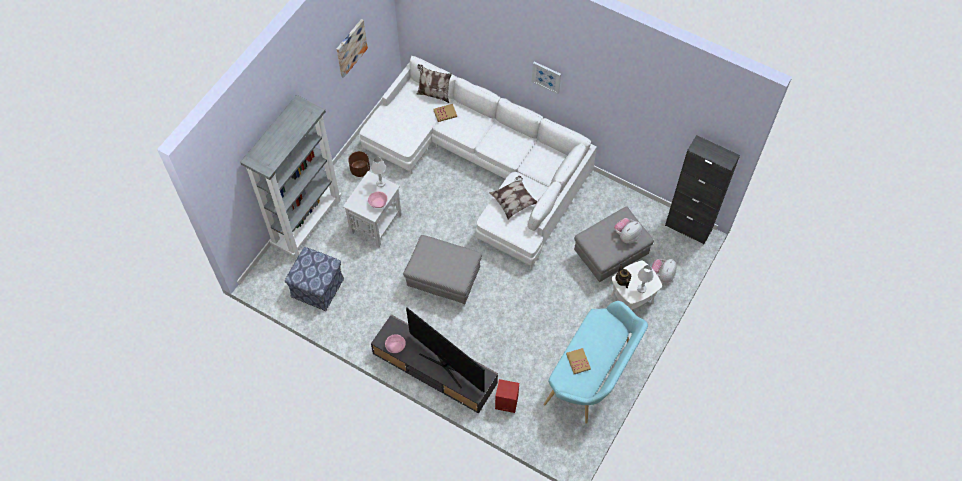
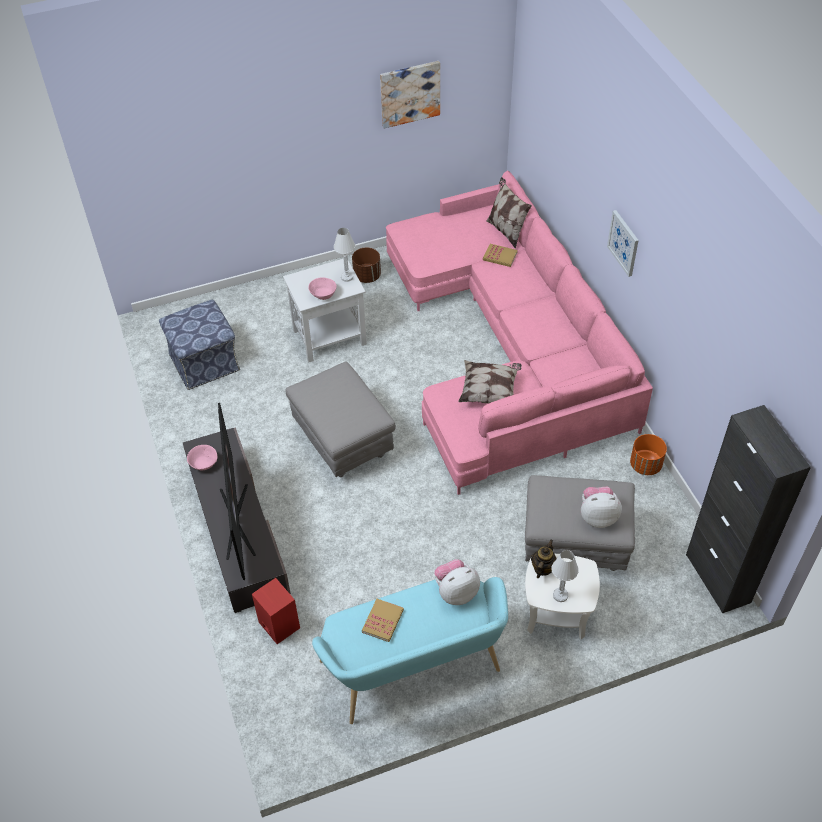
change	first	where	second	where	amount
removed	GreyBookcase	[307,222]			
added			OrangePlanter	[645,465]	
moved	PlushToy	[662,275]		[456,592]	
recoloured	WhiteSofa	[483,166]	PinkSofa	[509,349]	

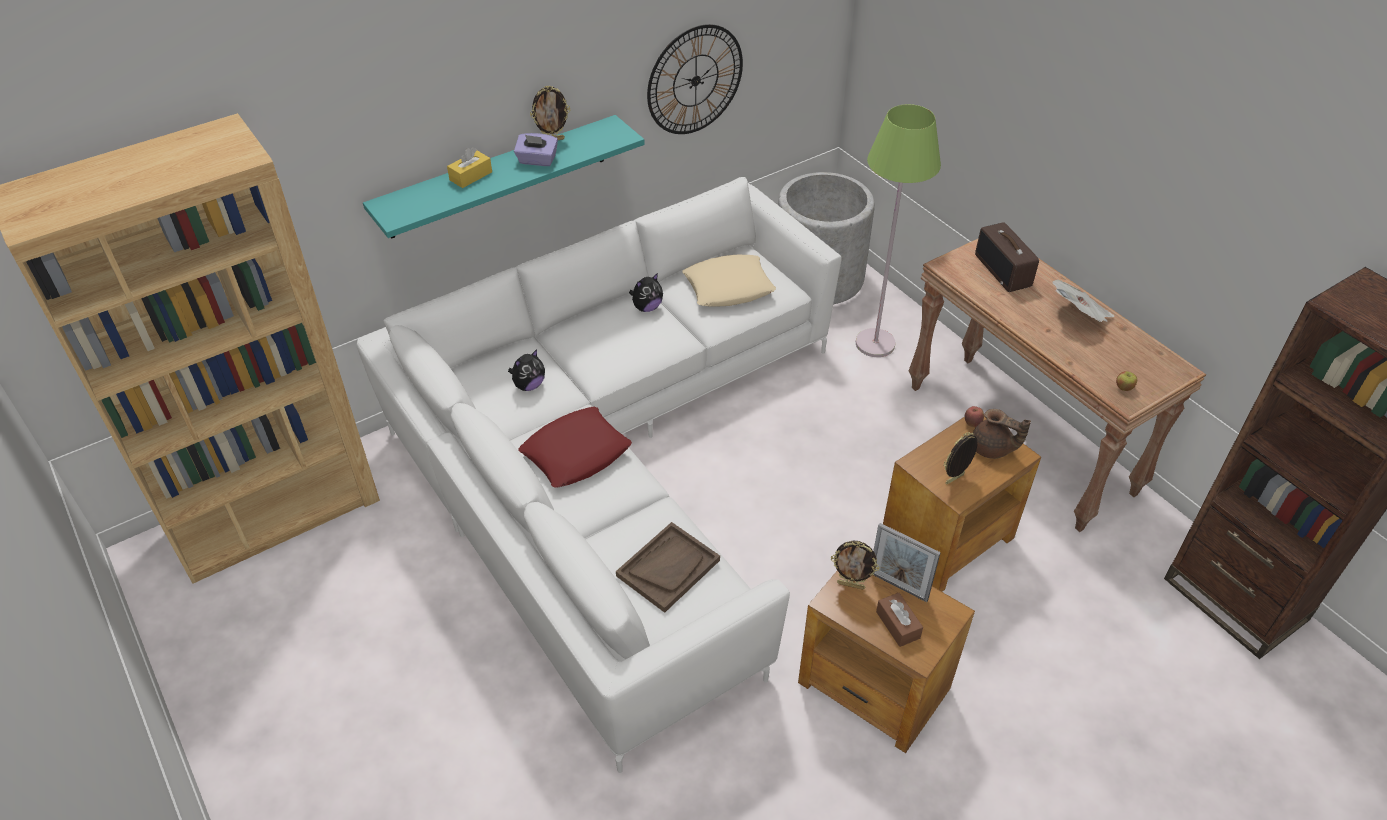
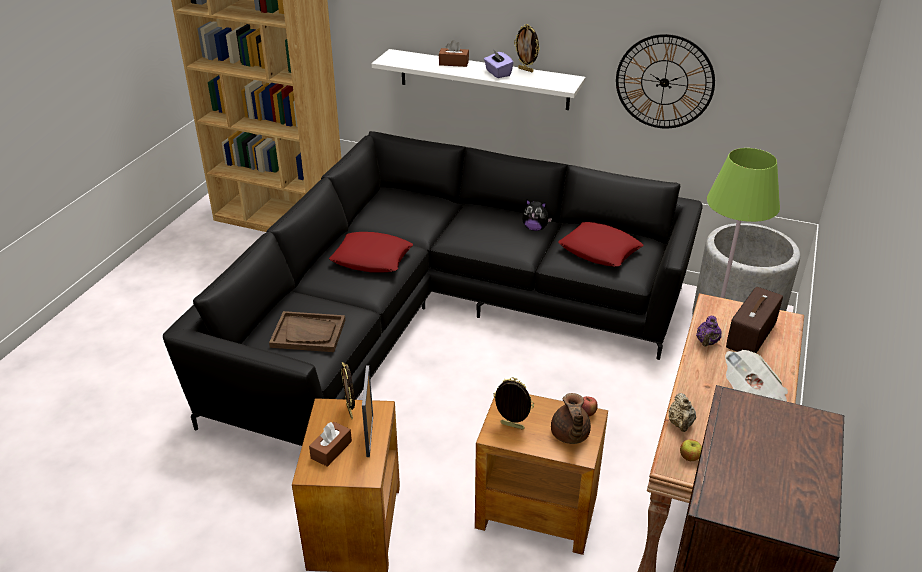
change	first	where	second	where	amount
removed	PlushToy	[529,385]			
added			BeigeTeapot	[680,424]	
added			PurpleTeapot	[707,342]	
recoloured	WhiteSofa	[612,466]	BlackSofa	[434,313]	
recoloured	TurquoiseShelf	[498,177]	WhiteShelf	[483,79]	
recoloured	YellowTissueBox	[471,176]	BrownTissueBox	[453,63]	
recoloured	BeigePillow	[728,287]	RedPillow	[599,250]	

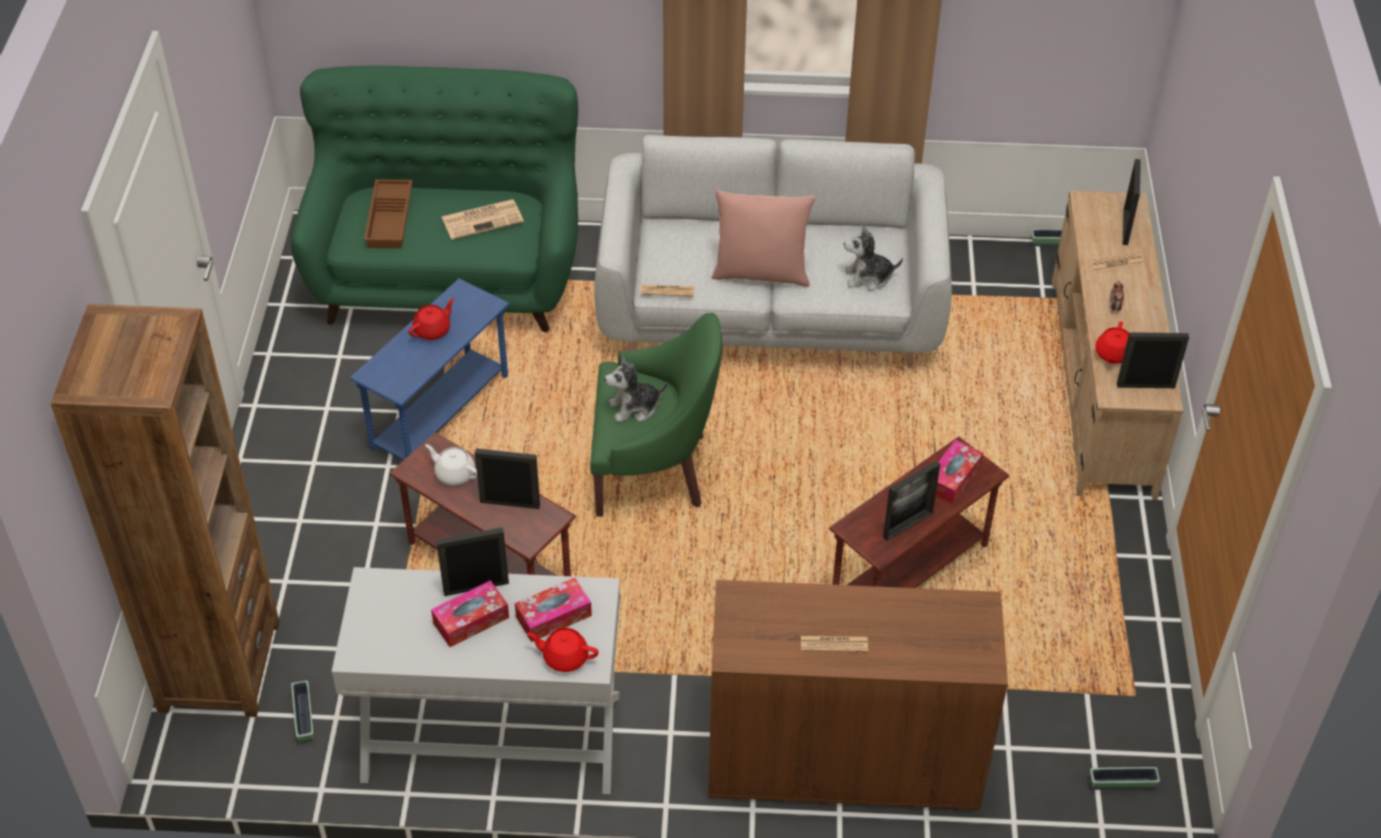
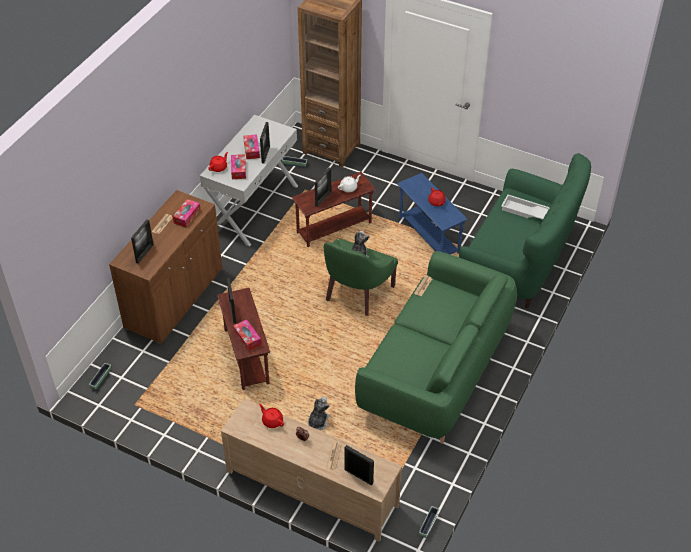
change	first	where	second	where	amount
removed	Newspaper	[483,219]			
removed	PinkPillow	[761,273]			
added			TissueBox	[187,216]	
moved	PlushToy	[868,278]		[318,421]	
moved	PictureFrame	[1145,385]		[144,253]	
recoloured	BrownTray	[391,219]	WhiteTray	[524,211]	
recoloured	GreySofa	[770,312]	GreenSofa	[435,371]	

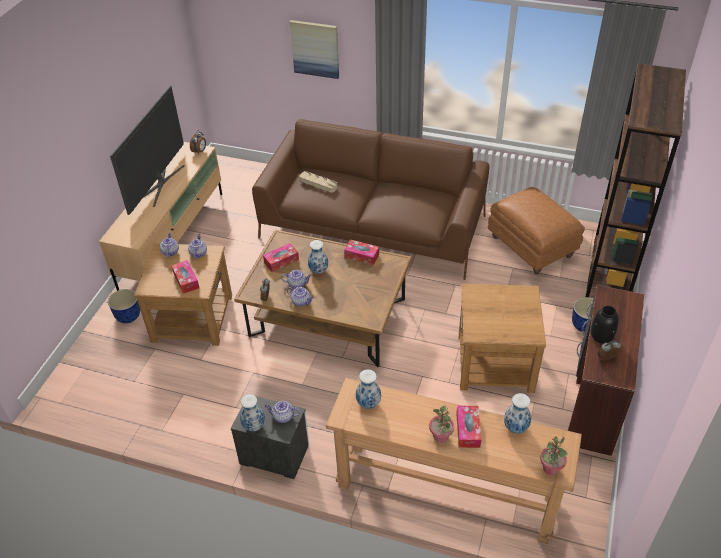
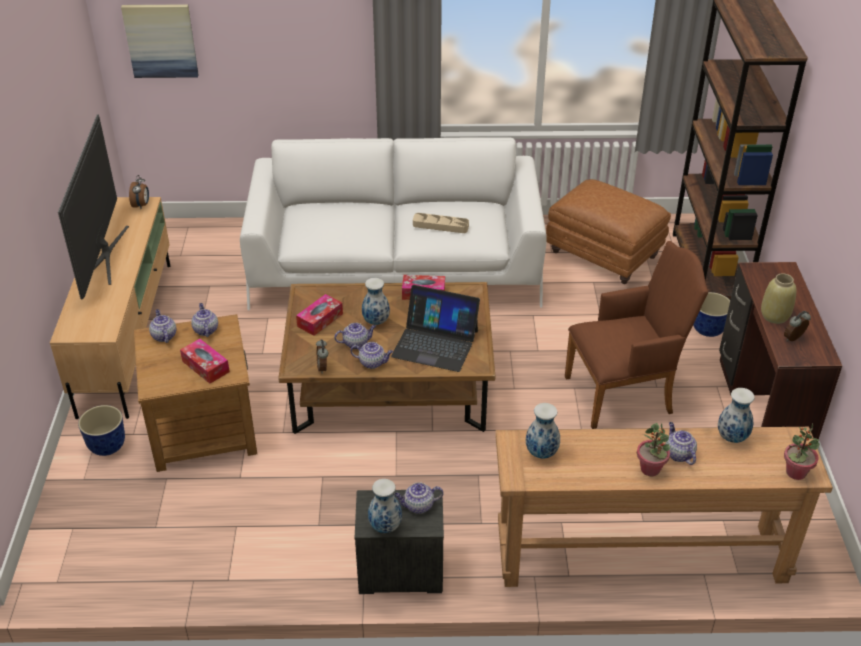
change	first	where	second	where	amount
added			Laptop	[435,343]	
moved	Picture	[315,49]		[161,40]	
moved	BeigeTray	[318,183]		[440,226]	
replaced	TissueBox	[468,430]	Teapot	[678,454]	
replaced	BrownSideTable	[495,362]	BrownArmchair	[625,393]	
recoloured	BrownSofa	[373,226]	WhiteSofa	[395,268]	
recoloured	BlackVase	[601,336]	BeigeVase	[775,316]	

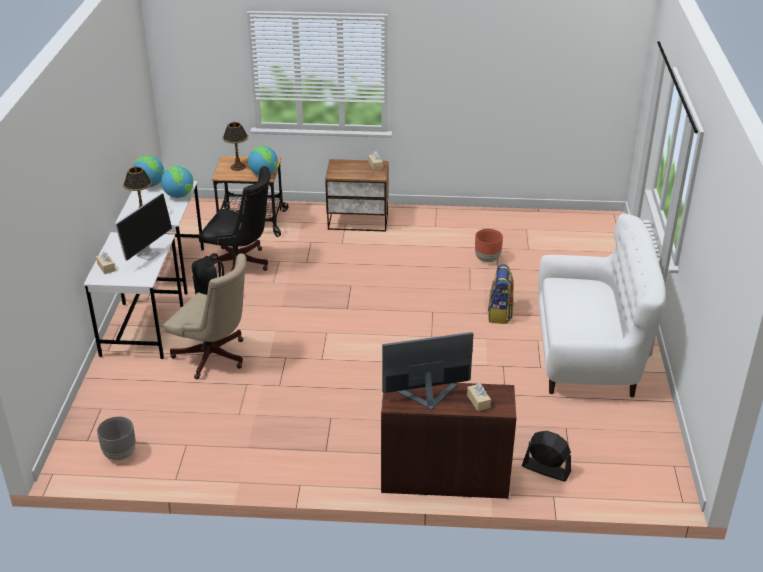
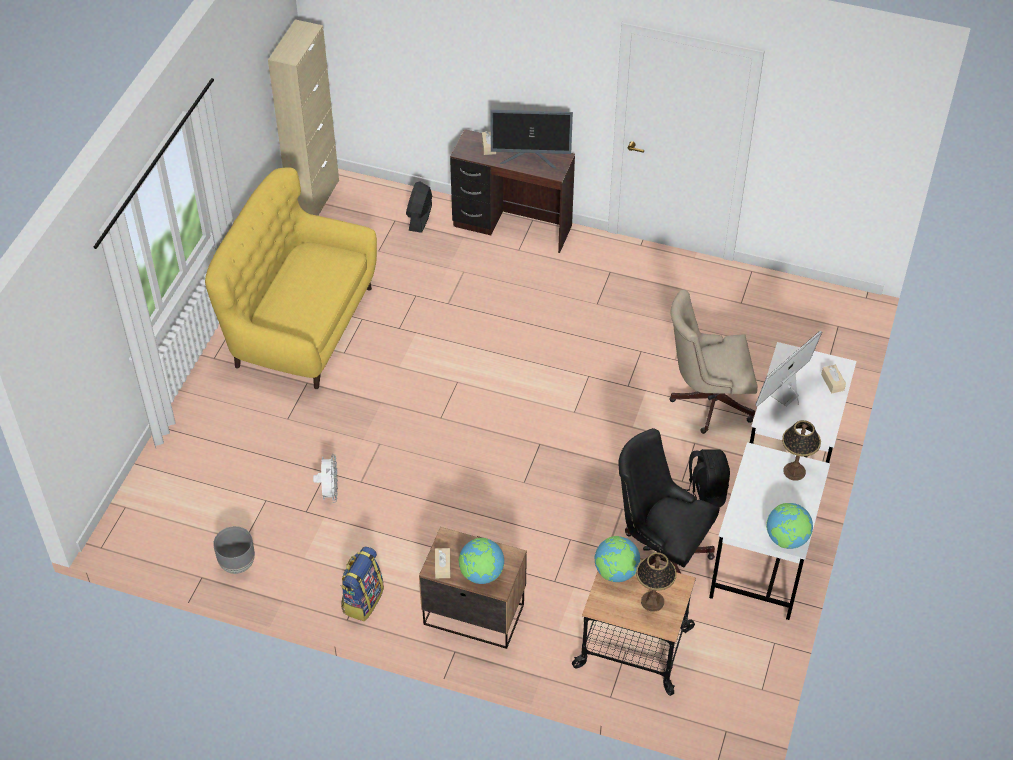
change	first	where	second	where	amount
added			BeigeCabinet	[314,197]	
moved	GreyPlanter	[119,454]		[238,564]	
moved	Globe	[179,195]		[481,574]	
moved	Backpack	[500,314]		[362,600]	
replaced	BrownPlanter	[487,259]	WhiteFan	[329,492]	
recoloured	WhiteSofa	[589,353]	YellowSofa	[300,325]	
turned	BeigeOfficeChair	[214,358]		[707,401]	45 degrees counterclockwise
turned	BlackFan	[546,469]		[420,218]	60 degrees clockwise

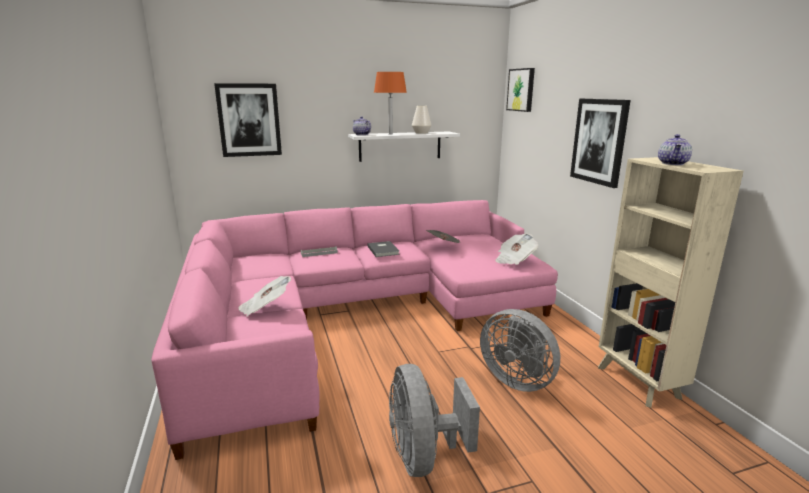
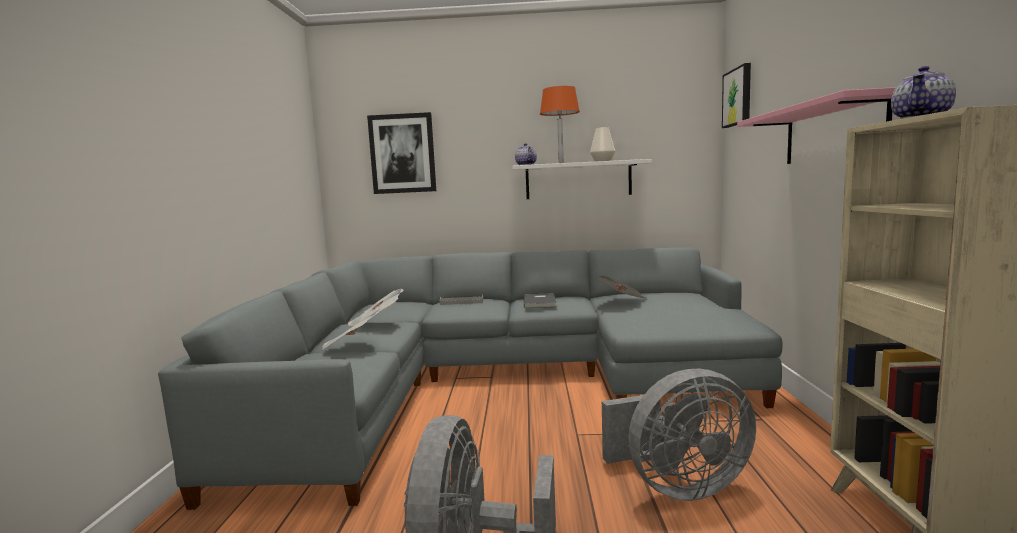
change	first	where	second	where	amount
moved	Newspaper	[514,259]		[376,323]	
replaced	Picture	[599,141]	PinkShelf	[832,133]	
recoloured	PinkSofa	[356,314]	GreySofa	[498,382]	
turned	GreyFan	[517,379]		[678,486]	75 degrees counterclockwise

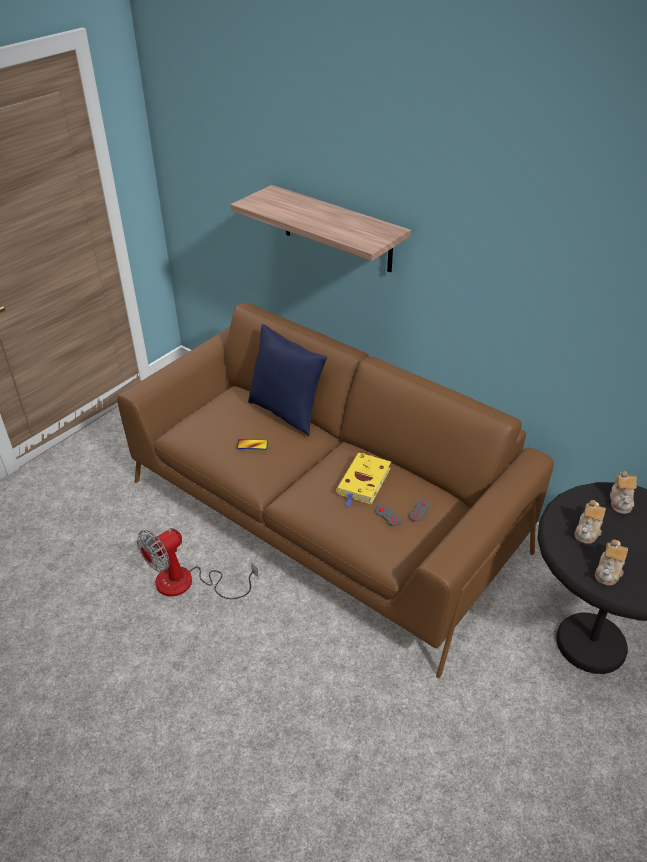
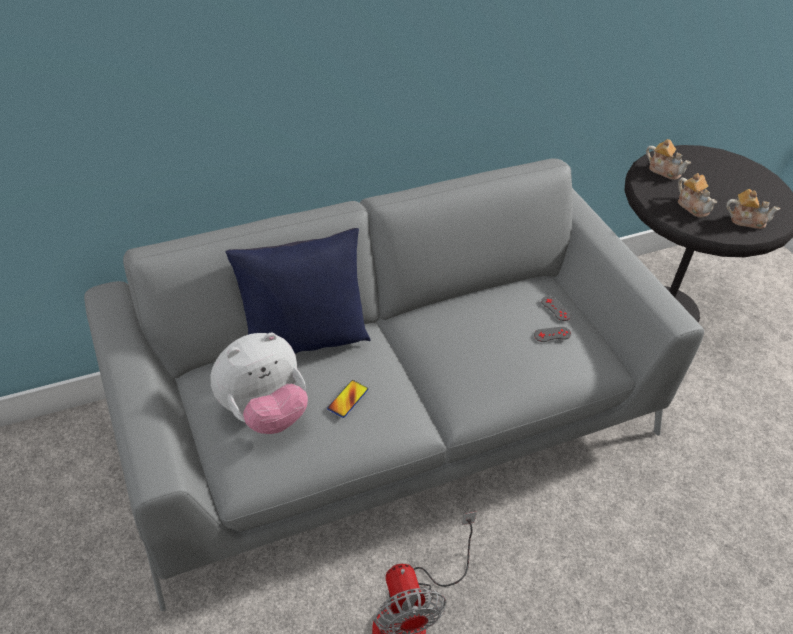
change	first	where	second	where	amount
removed	Shelf	[337,229]			
removed	YellowBook	[363,482]			
added			PlushToy	[263,412]	
recoloured	BrownSofa	[324,515]	GreySofa	[388,420]	
turned	Teapot	[608,571]		[746,220]	45 degrees counterclockwise

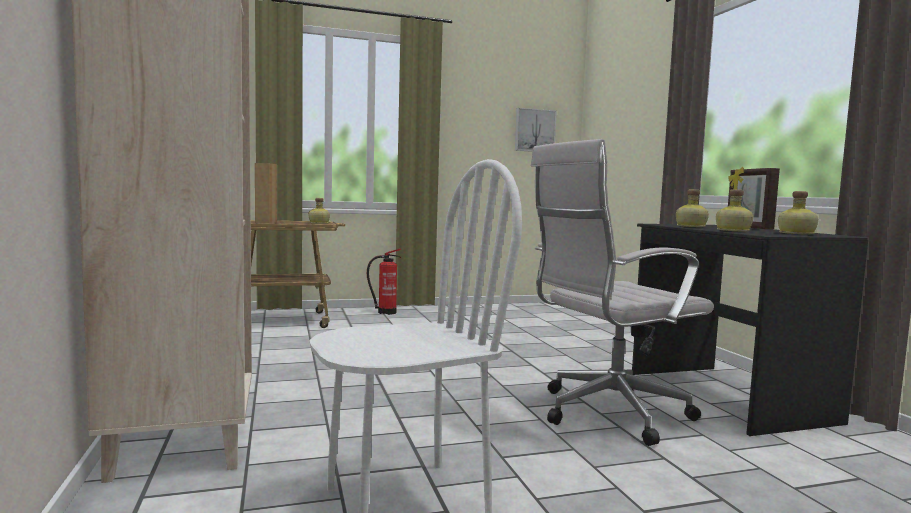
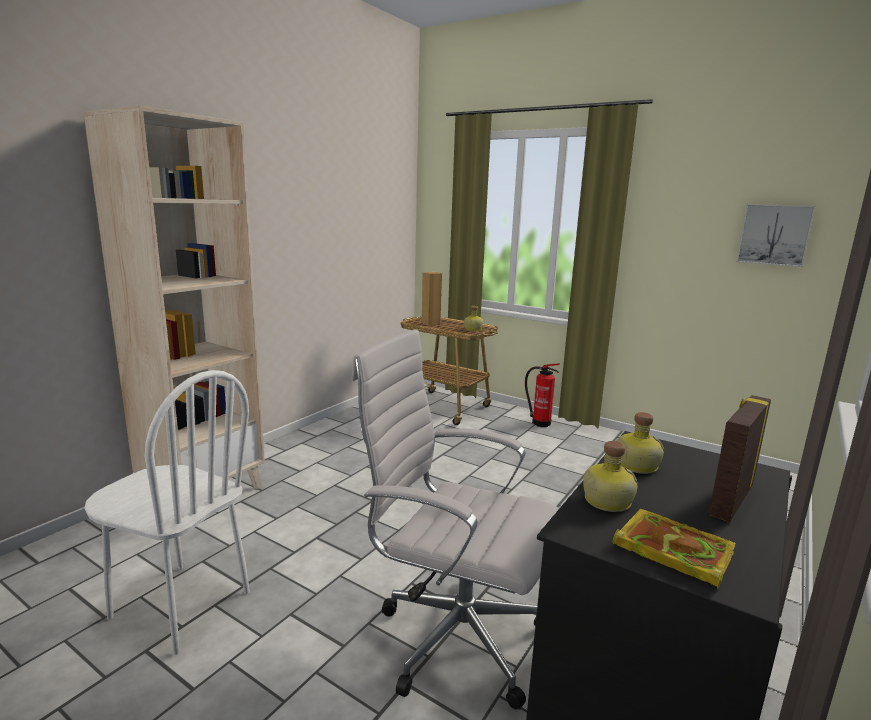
change	first	where	second	where	amount
replaced	Bottle	[796,233]	Book	[670,550]	

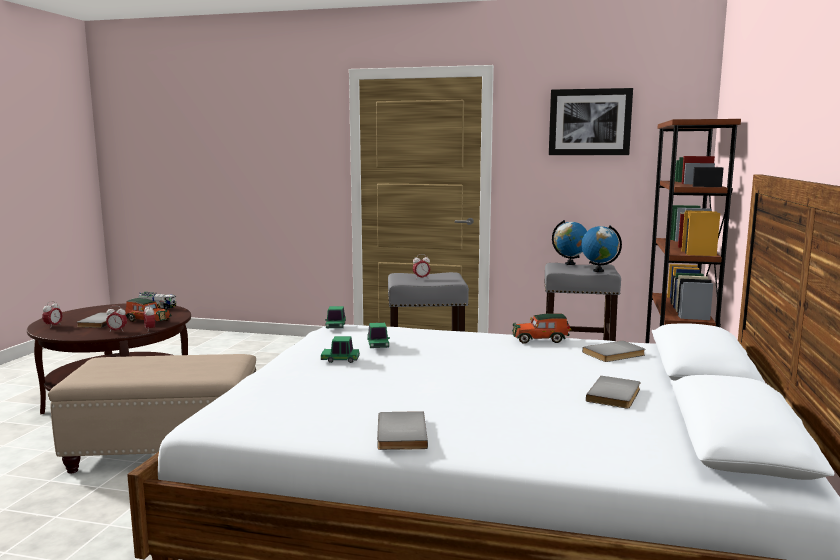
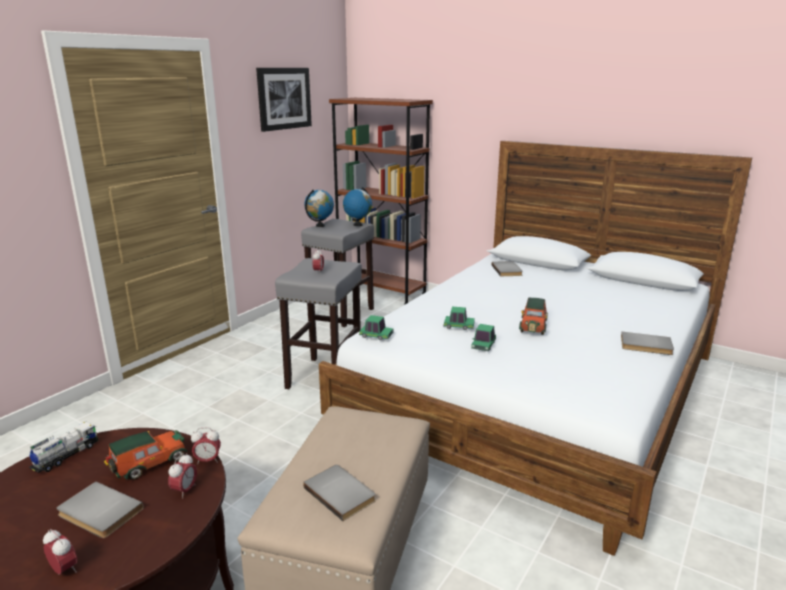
change	first	where	second	where	amount
moved	ToyCar	[541,340]		[533,326]	
moved	GreyBook	[616,395]		[341,493]	

